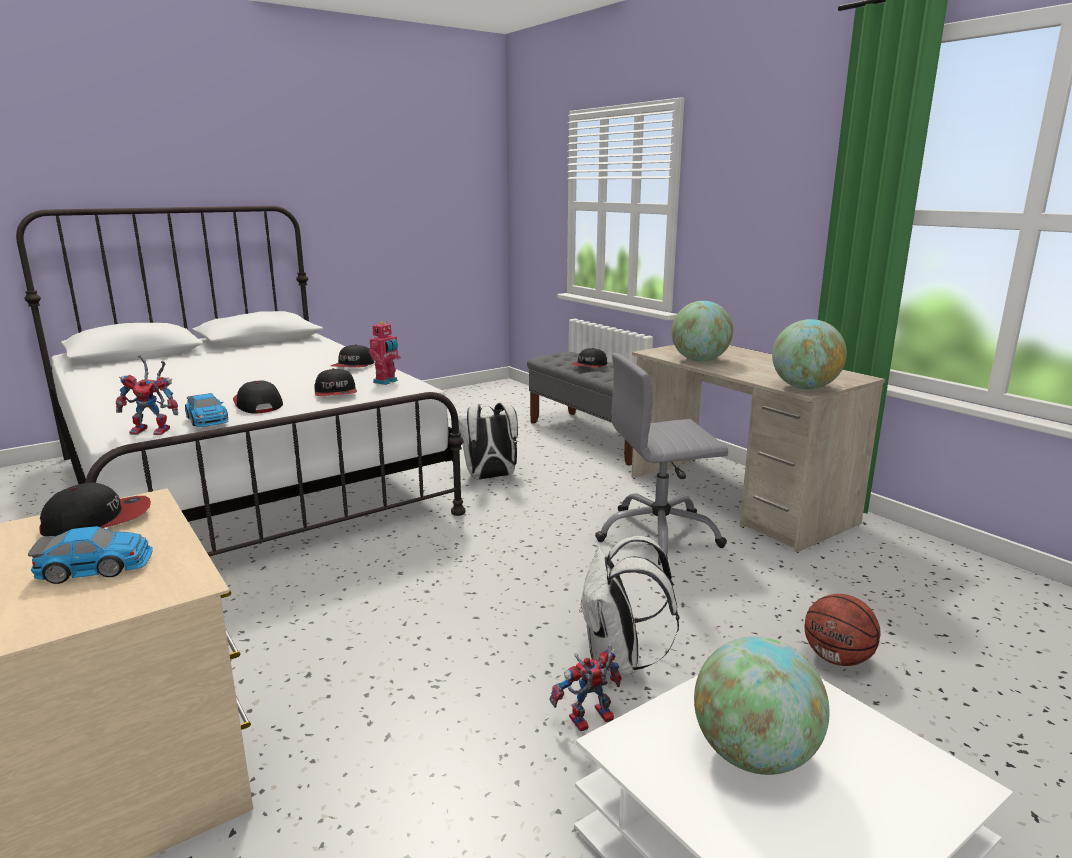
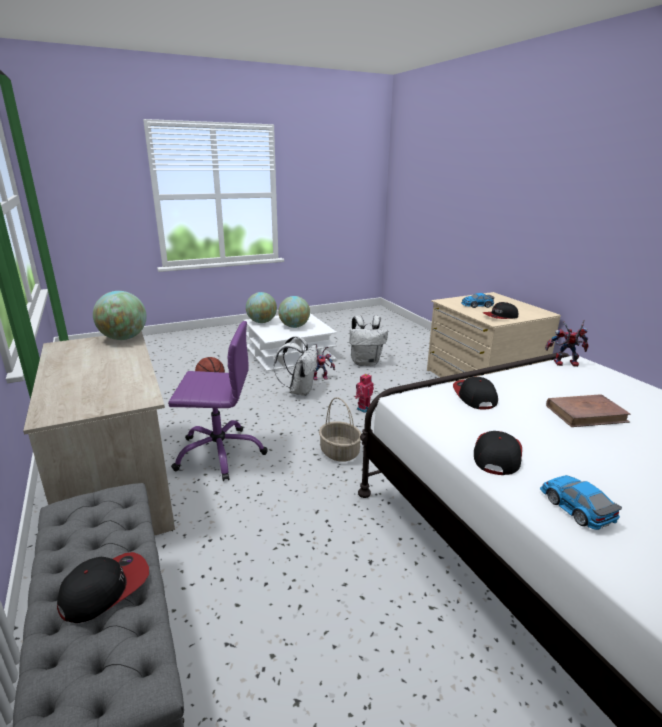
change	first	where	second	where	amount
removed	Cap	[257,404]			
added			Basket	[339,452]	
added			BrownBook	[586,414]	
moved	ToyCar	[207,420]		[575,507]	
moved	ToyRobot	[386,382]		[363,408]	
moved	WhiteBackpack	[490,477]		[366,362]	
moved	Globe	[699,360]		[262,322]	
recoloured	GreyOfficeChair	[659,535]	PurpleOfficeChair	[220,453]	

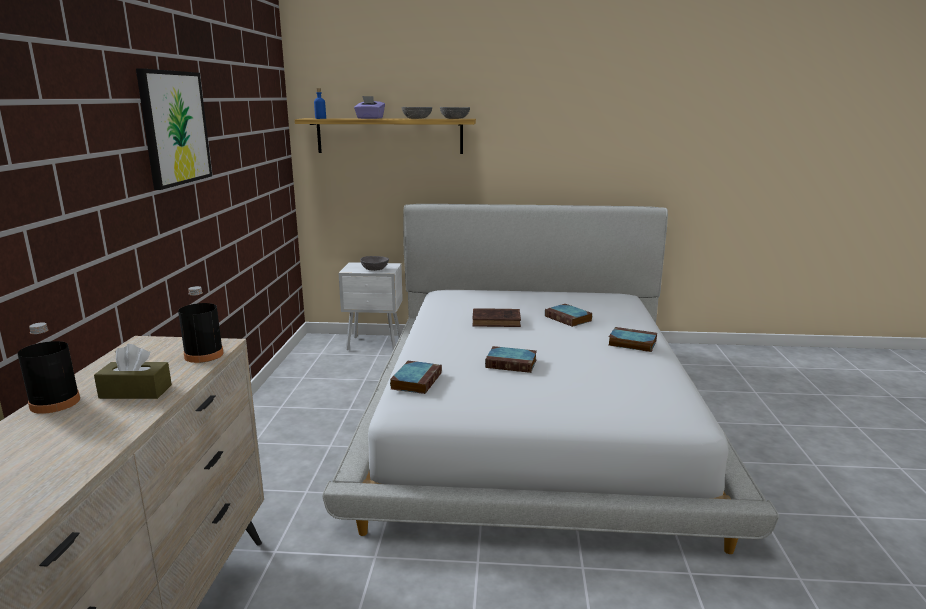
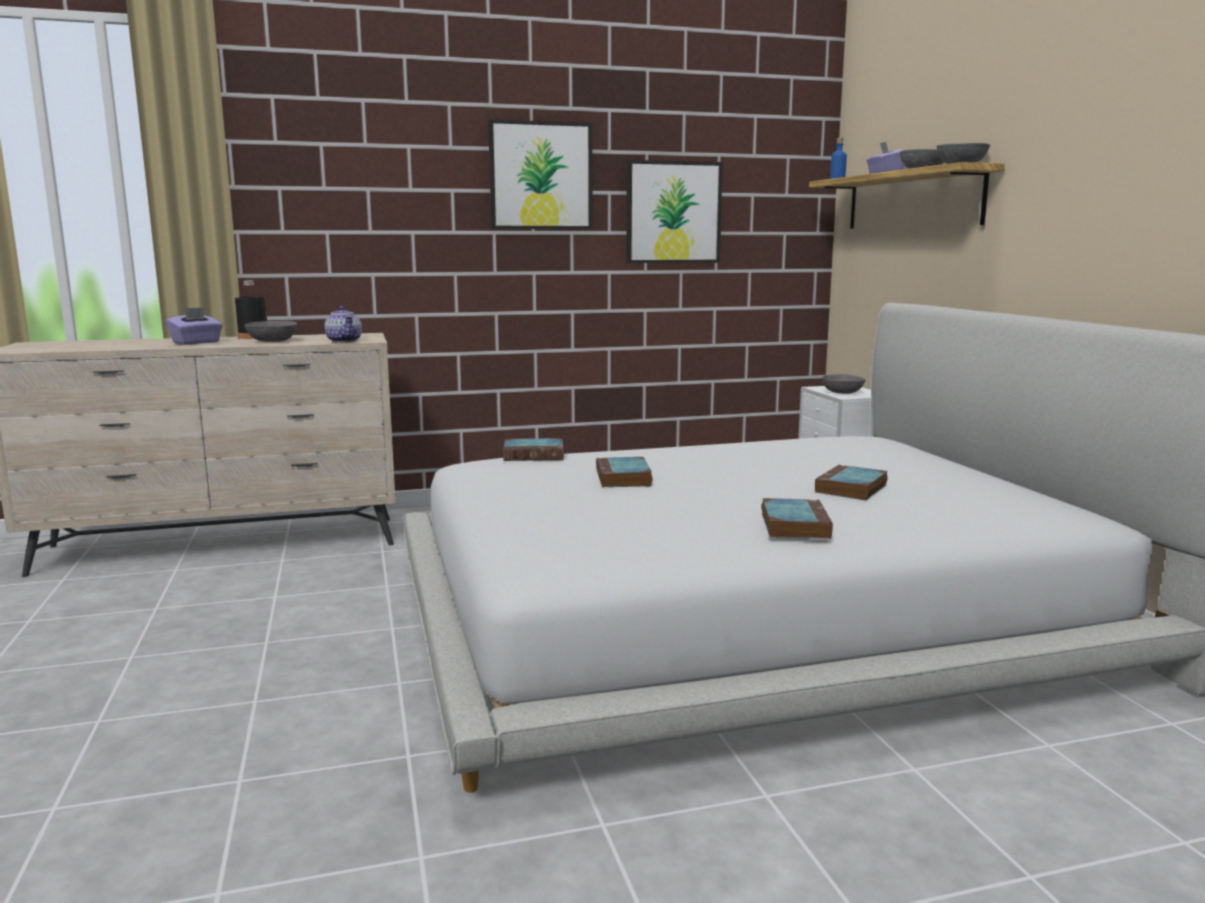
change	first	where	second	where	amount
removed	BrownBook	[497,321]			
added			PurpleTissueBox	[197,343]	
added			Picture	[673,212]	
replaced	BrownTissueBox	[135,391]	GreyBowl	[272,341]	
replaced	BlackBottle	[204,355]	Teapot	[344,341]	

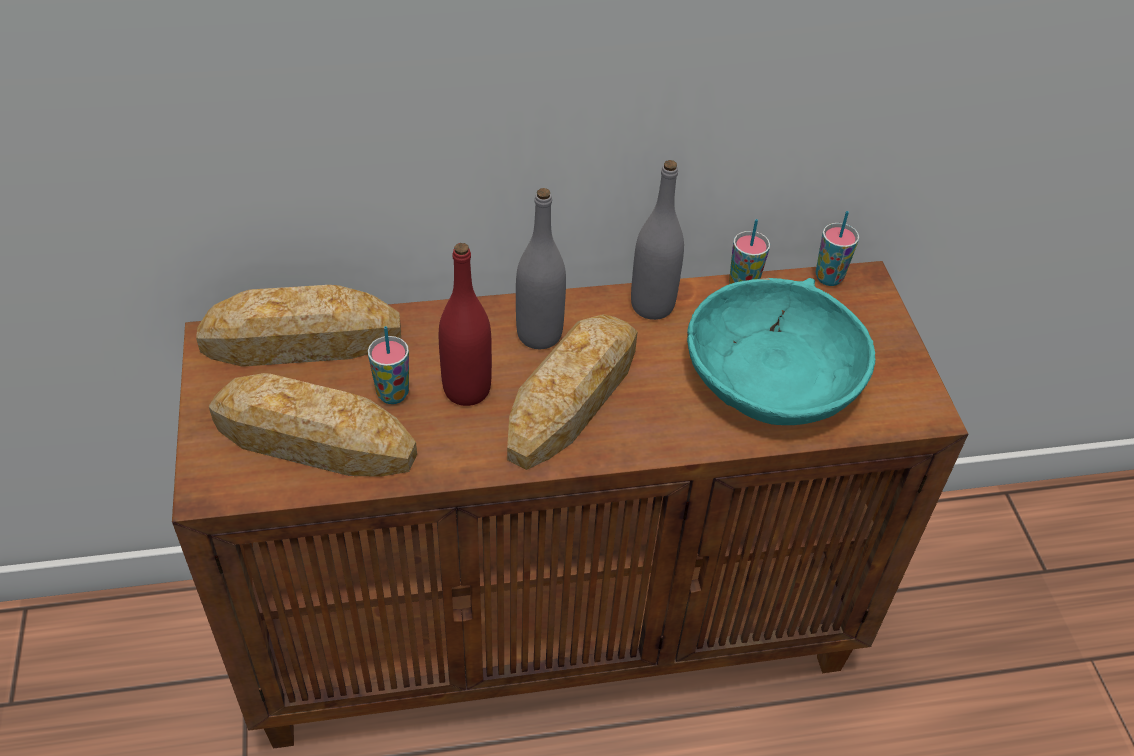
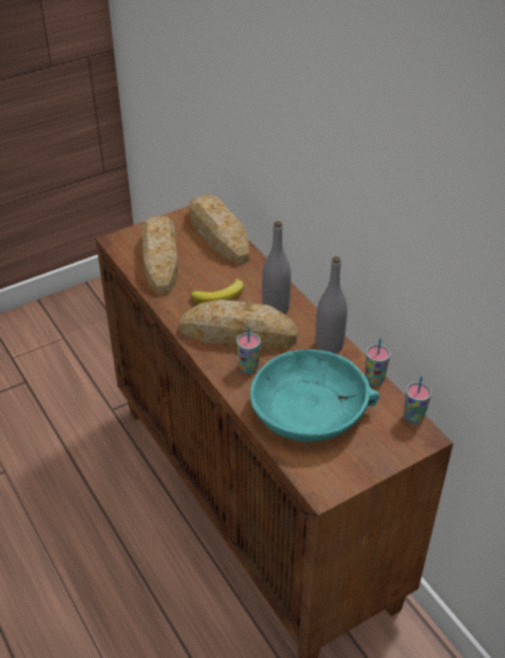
change	first	where	second	where	amount
moved	Cup	[393,394]		[248,367]	
replaced	RedBottle	[467,389]	Banana	[220,296]	

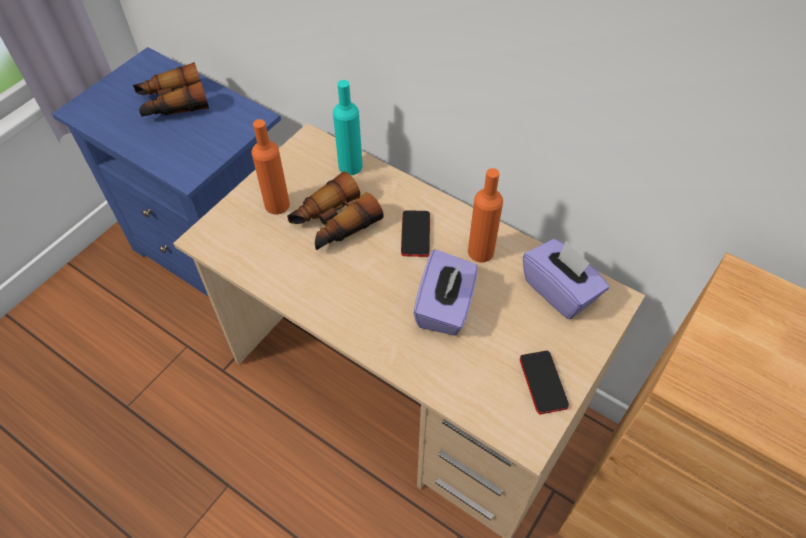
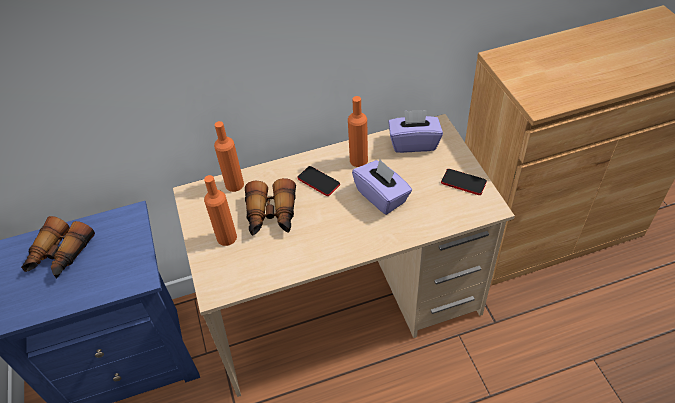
change	first	where	second	where	amount
recoloured	TurquoiseBottle	[350,166]	OrangeBottle	[234,184]	

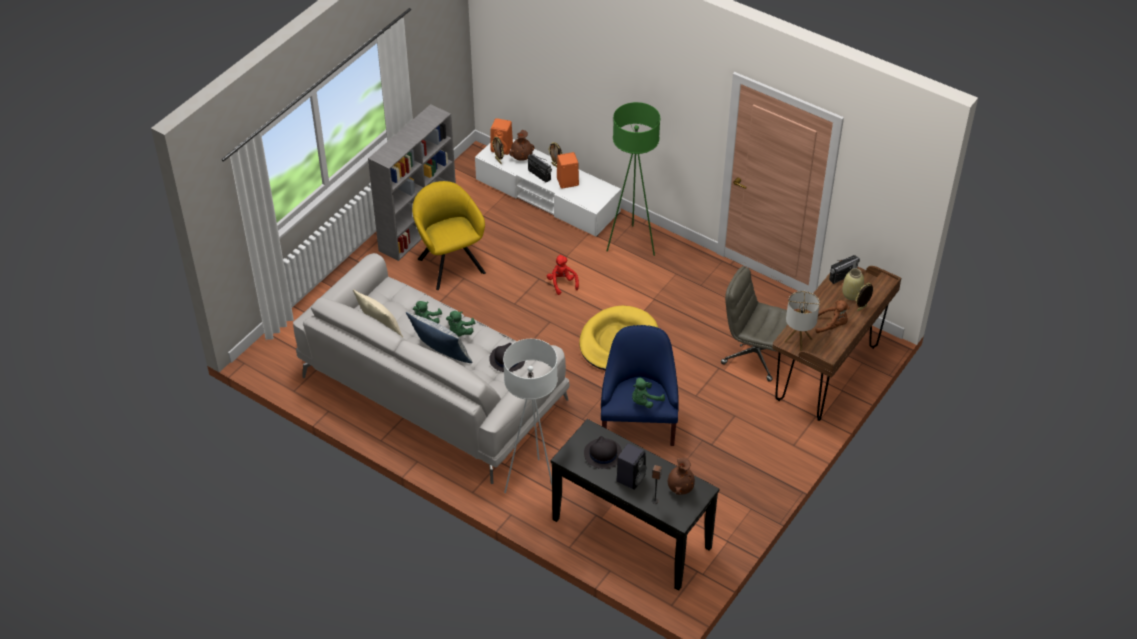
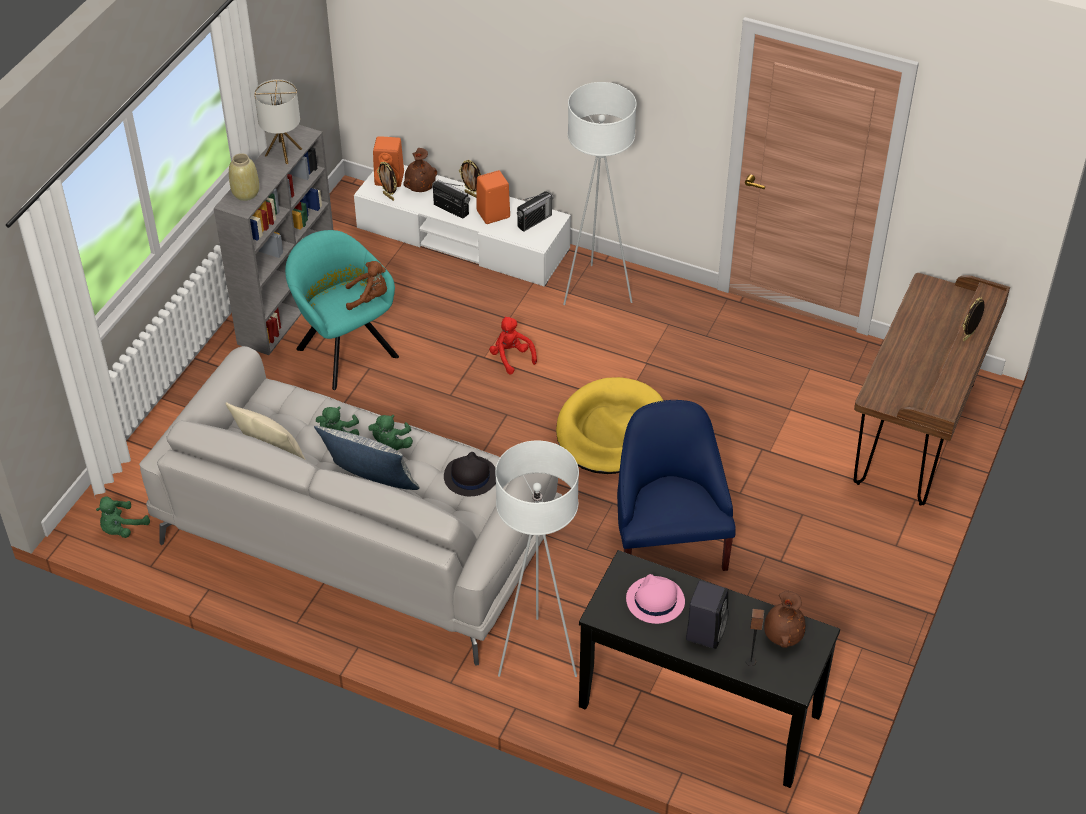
change	first	where	second	where	amount
removed	GreyOfficeChair	[754,355]			
moved	GreenPlushToy	[645,401]		[122,528]	
moved	TableLamp	[798,340]		[283,152]	
moved	BrownPlushToy	[832,325]		[369,298]	
moved	Radio	[842,276]		[534,221]	
moved	BeigeVase	[851,294]		[246,193]	
recoloured	YellowArmchair	[450,263]	TurquoiseArmchair	[344,349]	
recoloured	BlackHat	[602,454]	PinkHat	[654,601]	
recoloured	GreenFloorLamp	[632,244]	WhiteFloorLamp	[596,291]	

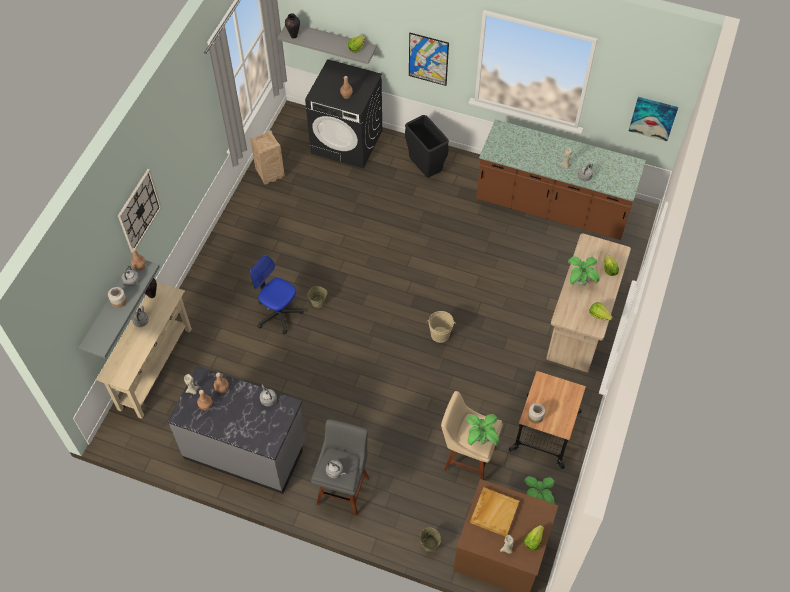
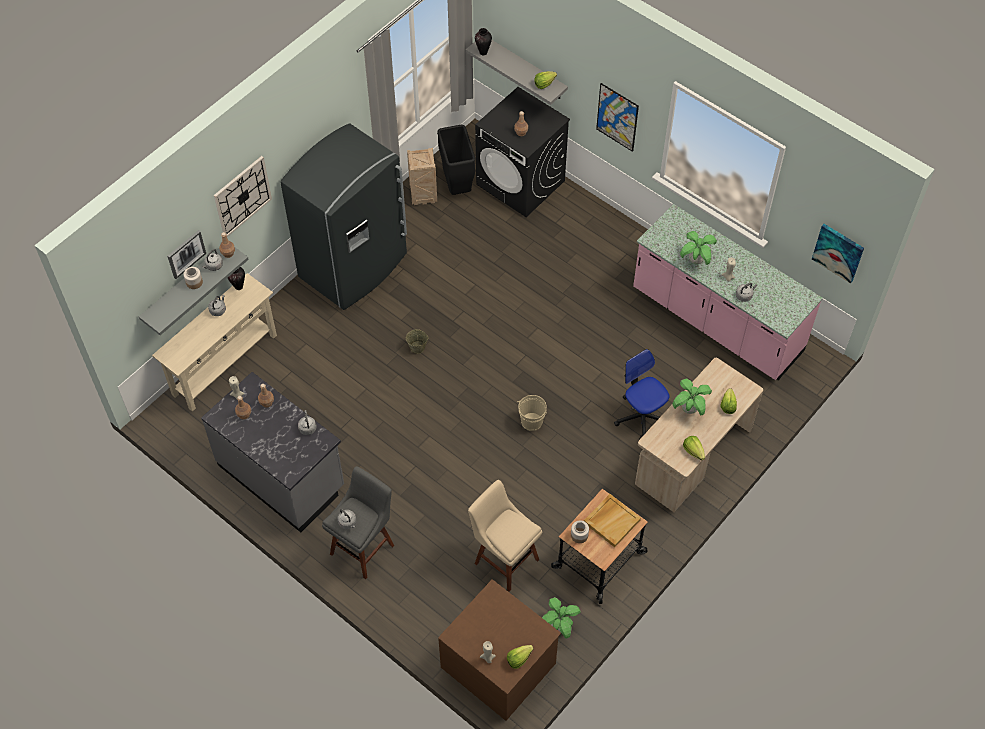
change	first	where	second	where	amount
removed	BeigeBucket	[429,544]			
added			Picture	[186,253]	
added			GreyFridge	[354,267]	
moved	OfficeChair	[278,313]		[641,416]	
moved	BlackTrashCan	[425,169]		[458,186]	
moved	PottedPlant	[480,439]		[695,260]	
moved	BeigeTray	[494,512]		[611,521]	
recoloured	BrownCounter	[552,208]	PinkCounter	[716,322]	

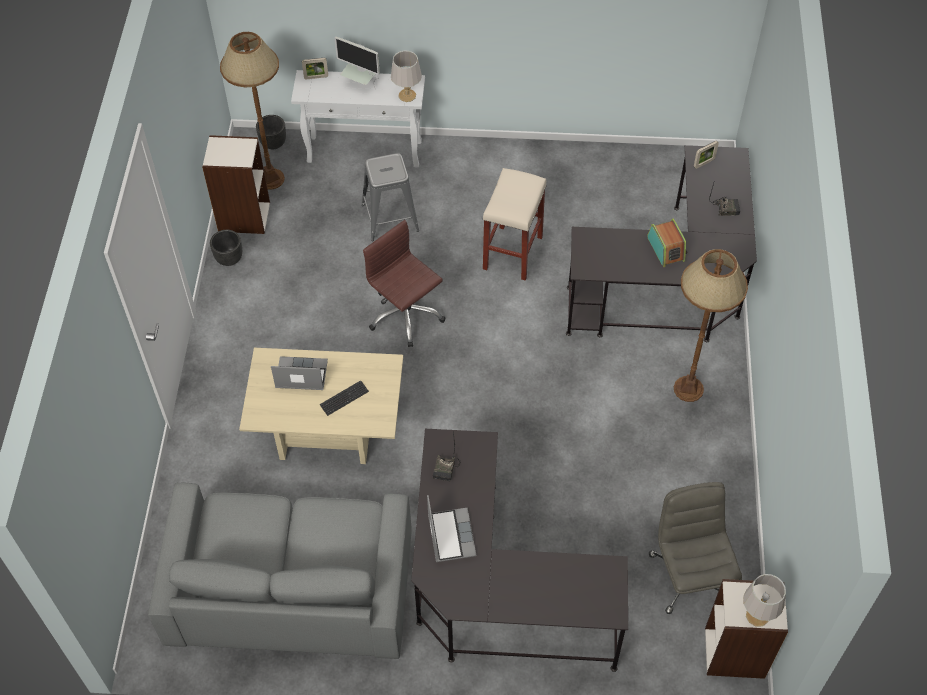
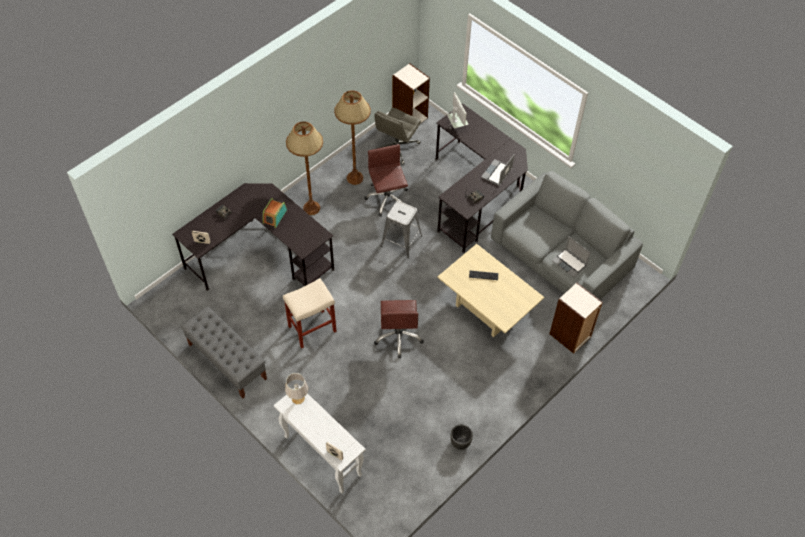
change	first	where	second	where	amount
removed	BlackPlanter	[273,143]			
removed	GreyTableLamp	[757,616]			
added			GreyBench	[227,361]	
added			BrownOfficeChair	[387,199]	
moved	Bookcase	[243,217]		[570,335]	
moved	BrownFloorLamp	[271,179]		[355,178]	
moved	Laptop	[300,375]		[570,263]	
moved	Monitor	[361,83]		[456,127]	
moved	GreyStool	[390,218]		[401,241]	

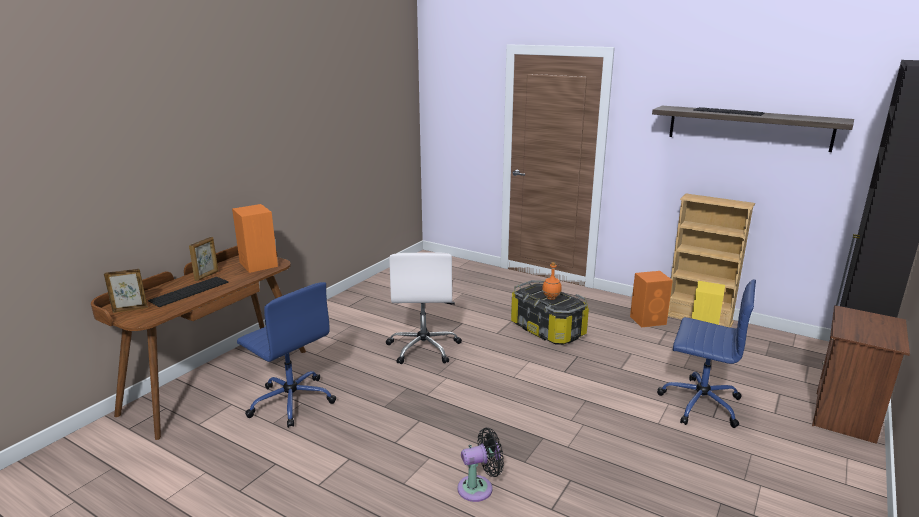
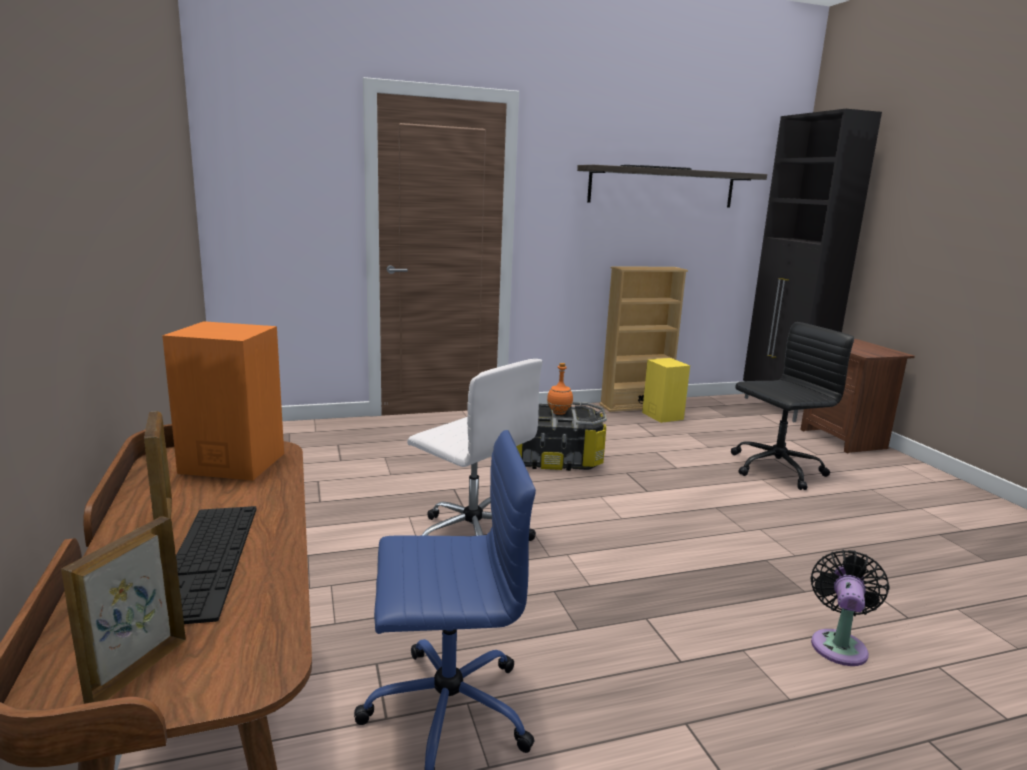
change	first	where	second	where	amount
removed	OrangeSpeaker	[648,320]			
recoloured	BlueOfficeChair	[699,403]	BlackOfficeChair	[774,469]	

